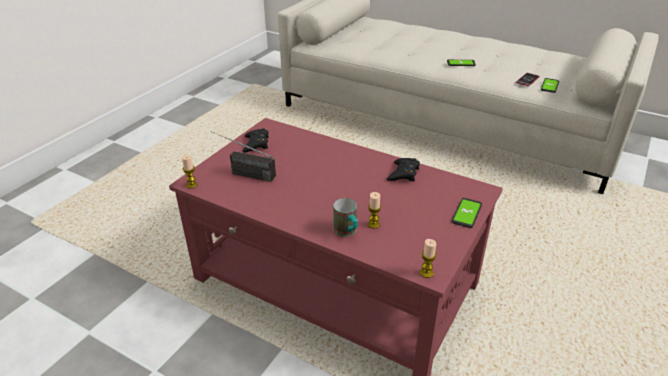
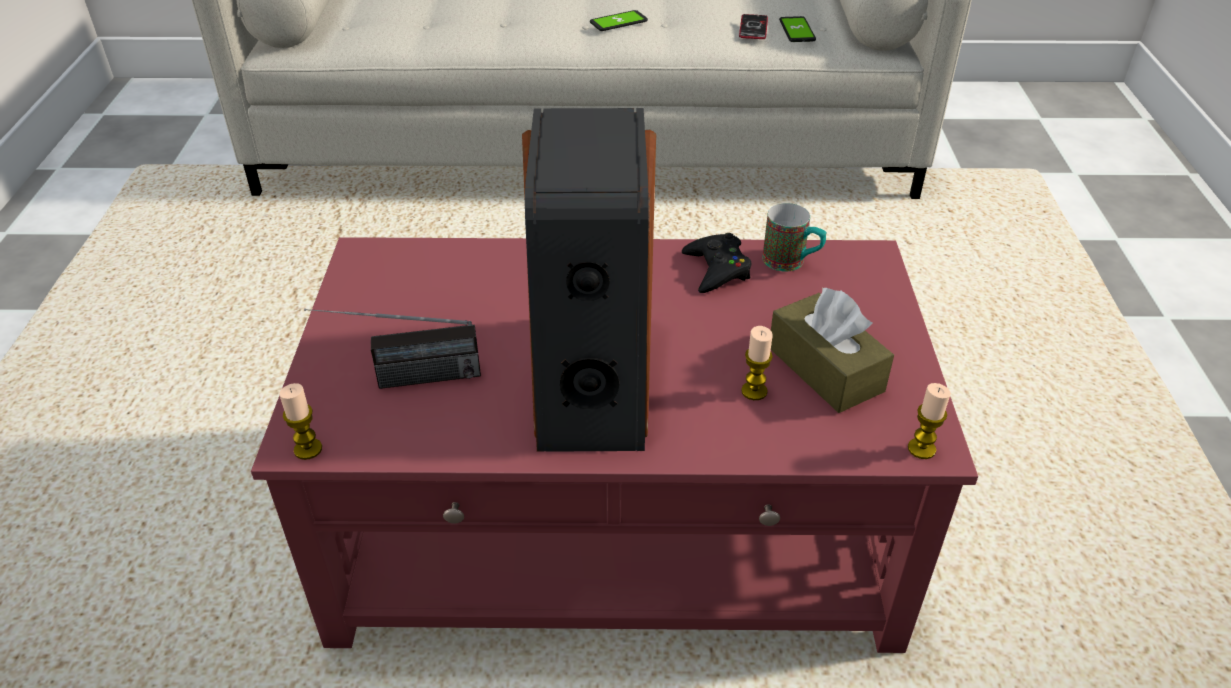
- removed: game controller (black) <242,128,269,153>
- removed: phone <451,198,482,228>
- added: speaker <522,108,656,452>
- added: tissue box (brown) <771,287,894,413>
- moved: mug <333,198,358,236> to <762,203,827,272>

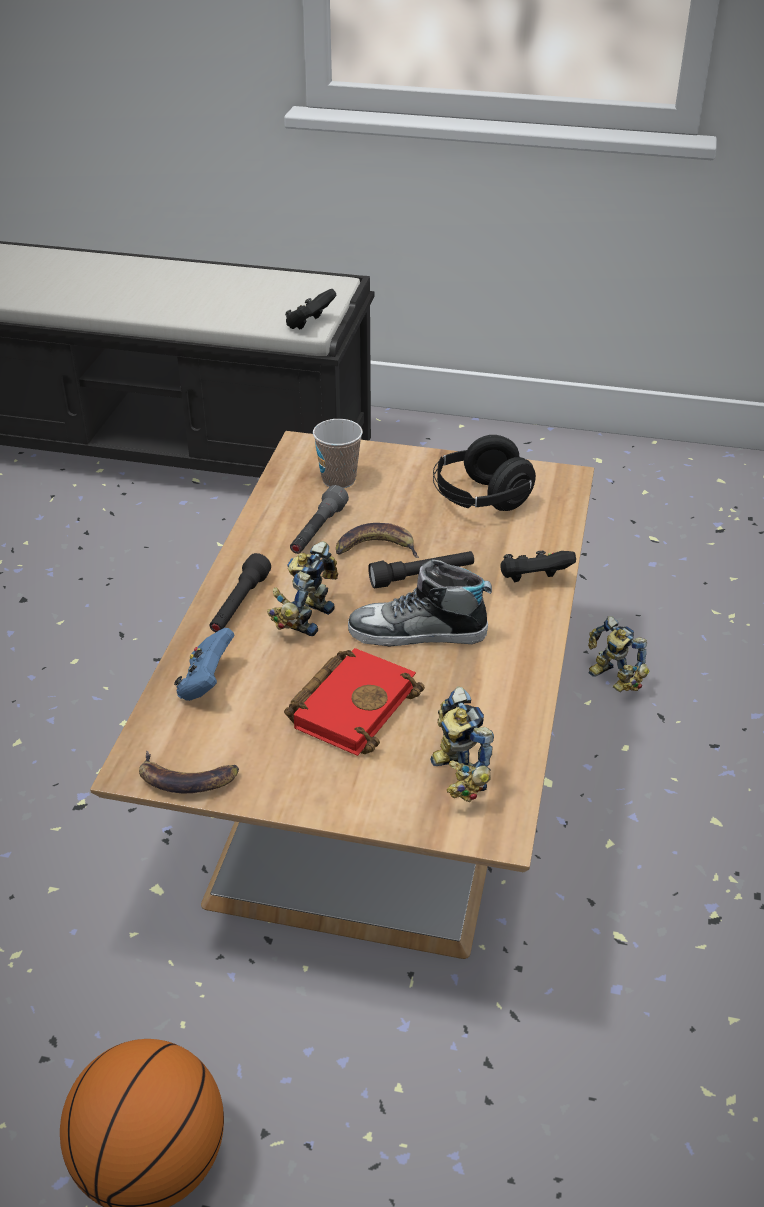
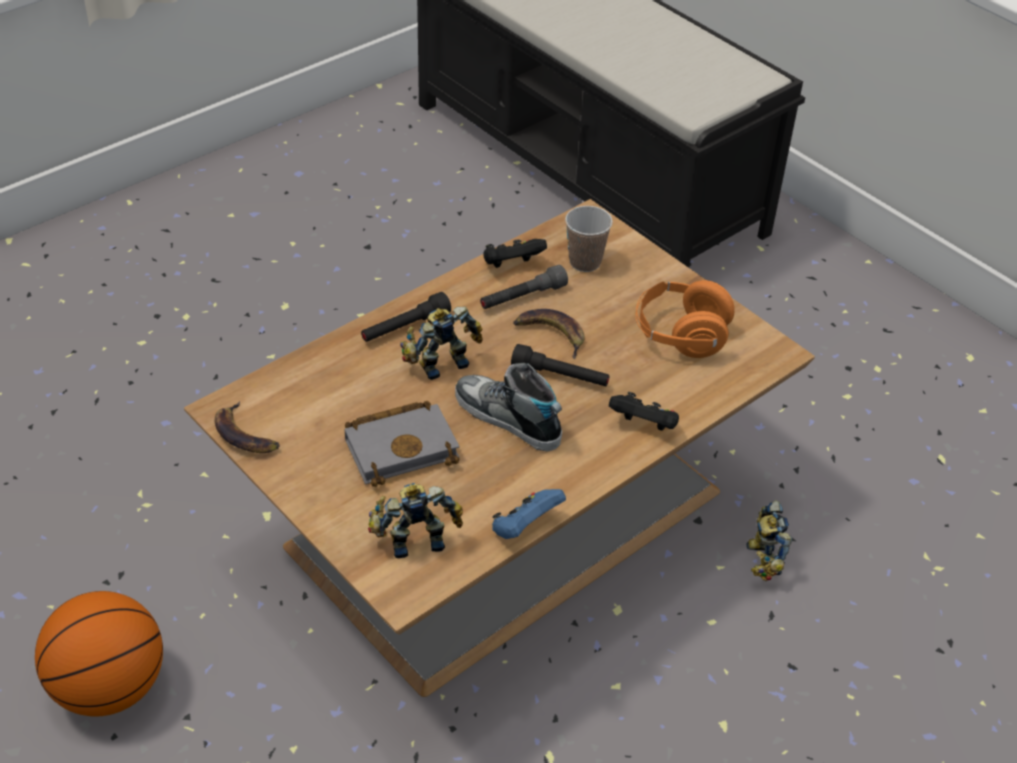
- moved: game controller (blue) <174,628,235,701> to <492,489,566,539>
- moved: game controller (black) <285,289,336,330> to <483,239,547,268>
- recoloured: book (red) <284,648,425,756> to book (grey) <345,401,459,487>
- recoloured: headphones (black) <433,435,536,511> to headphones (orange) <635,280,734,358>
- turned: toy robot <430,686,494,802> = <368,483,463,558> 60 degrees clockwise

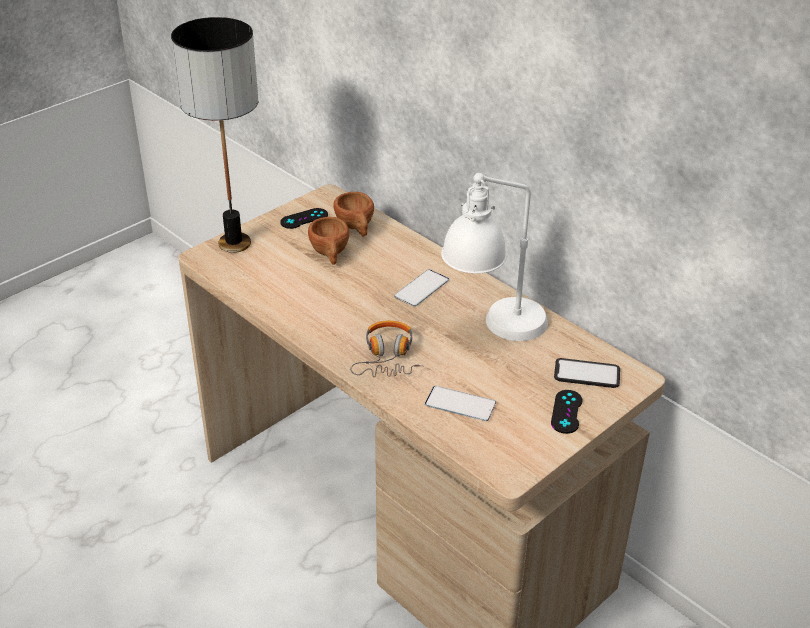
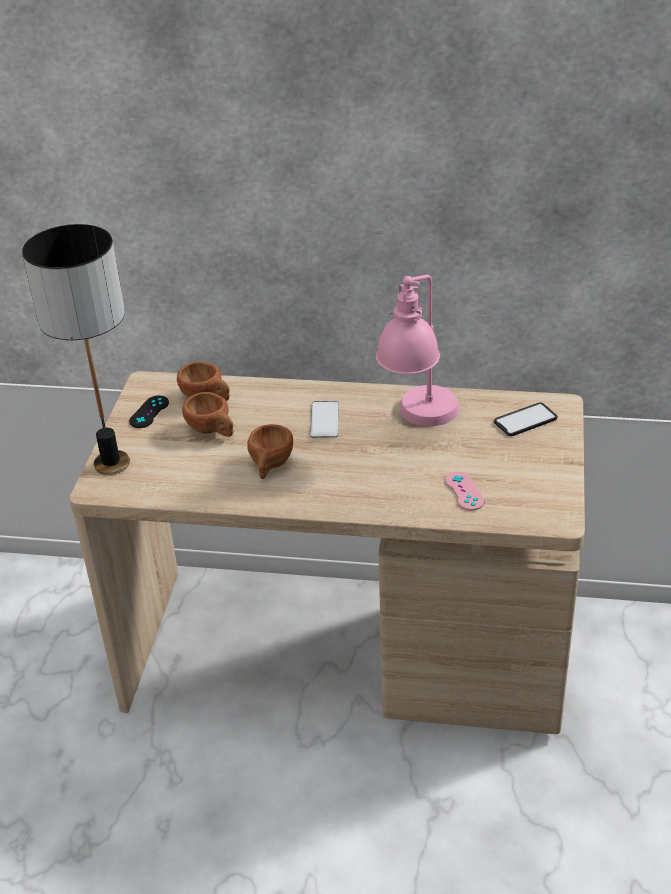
- removed: headphones <350,321,423,377>
- removed: game controller (black) <551,390,583,434>
- added: cup (brown) <247,424,293,479>
- replaced: phone <425,386,496,421> to game controller (pink) <445,472,484,511>
- recoloured: table lamp (white) <441,173,548,341> to table lamp (pink) <376,275,459,426>

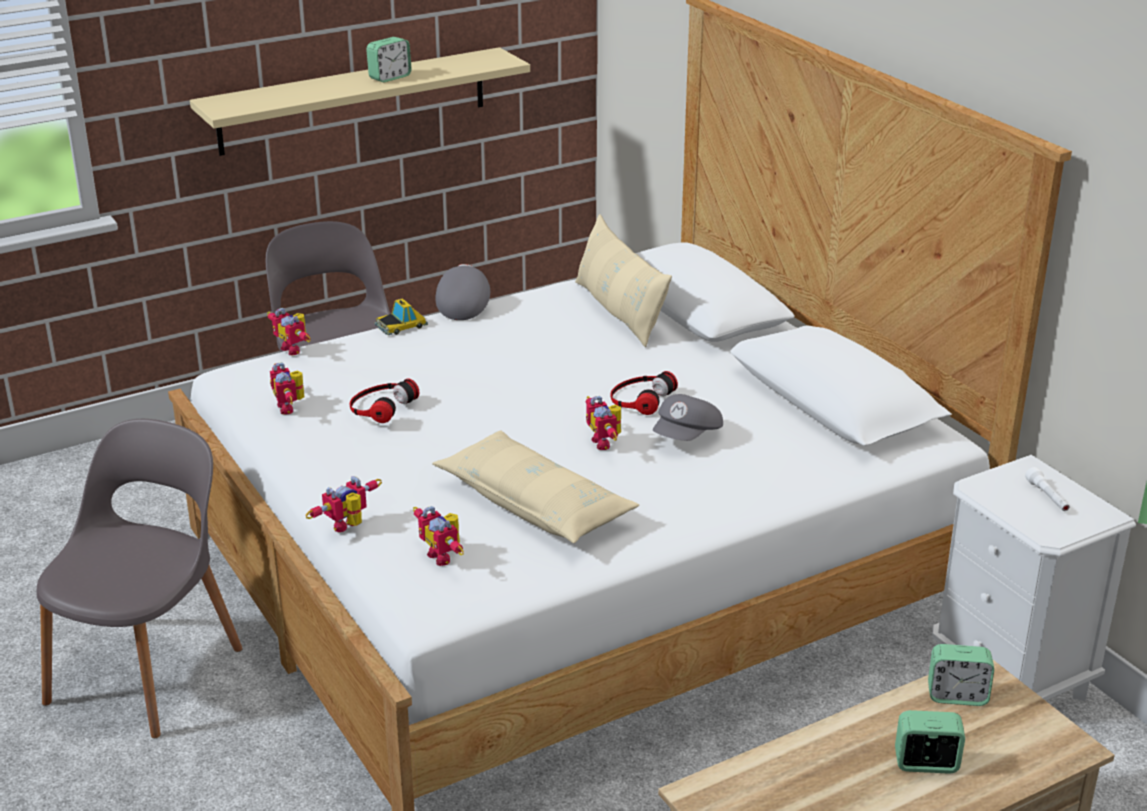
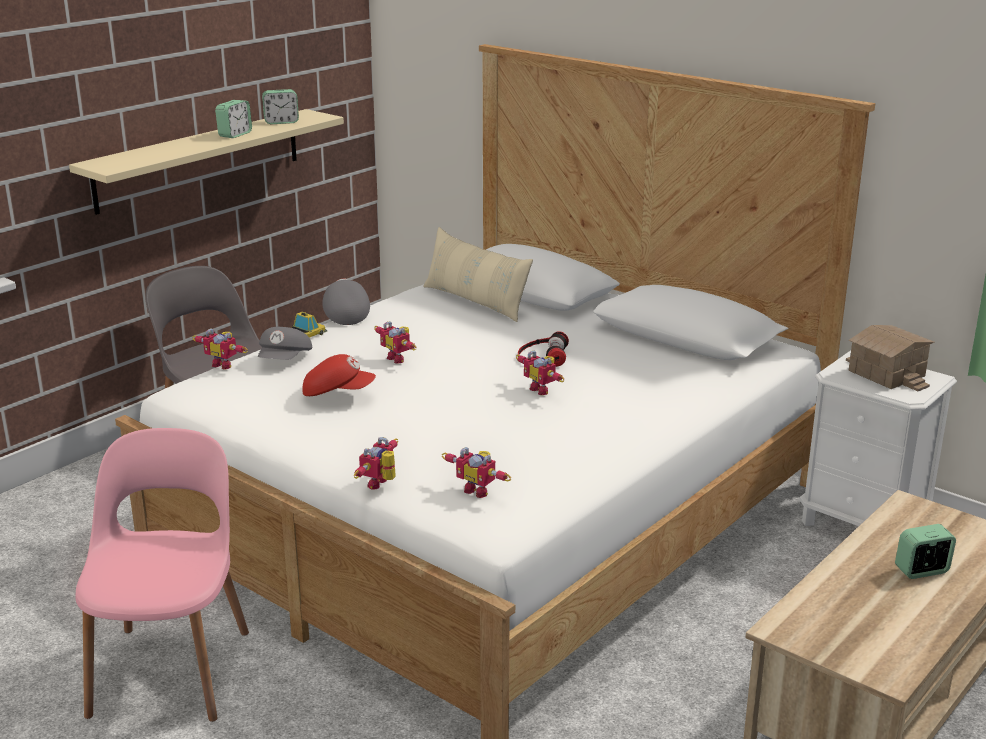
- removed: pillow (beige) <432,431,639,543>
- moved: toy robot <270,362,304,414> to <374,321,416,364>
- moved: cap (grey) <653,394,723,441> to <258,327,312,360>
- moved: alarm clock <928,644,994,706> to <262,89,299,124>
- replaced: headphones <350,379,419,423> to cap (red) <302,354,376,396>
- replaced: flashlight (white) <1025,467,1070,511> to toy house <846,325,935,391>
- recoloured: chair (grey) <36,419,243,738> to chair (pink) <75,428,249,722>

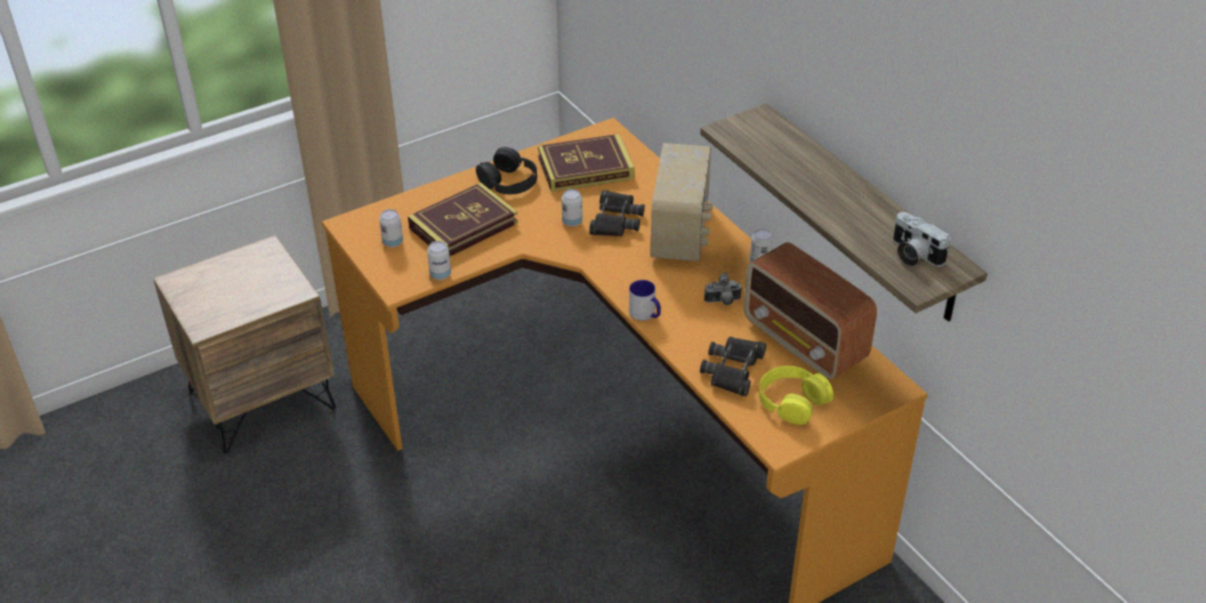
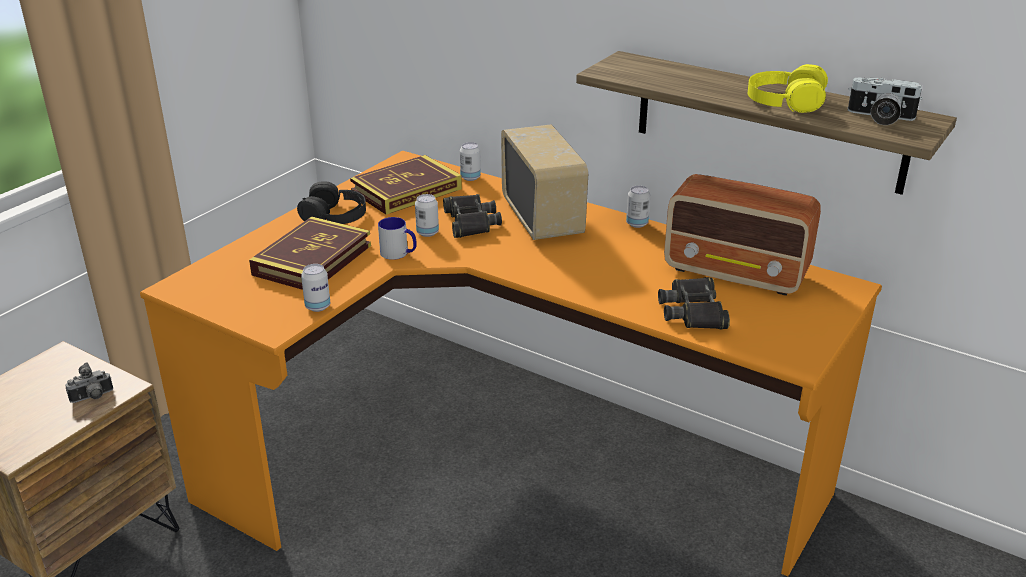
- moved: can <379,209,403,247> to <460,142,481,181>
- moved: mug <629,280,661,321> to <378,217,417,260>
- moved: photo camera <704,272,742,305> to <65,362,113,403>
- moved: headphones (yellow) <759,366,834,425> to <748,64,828,113>

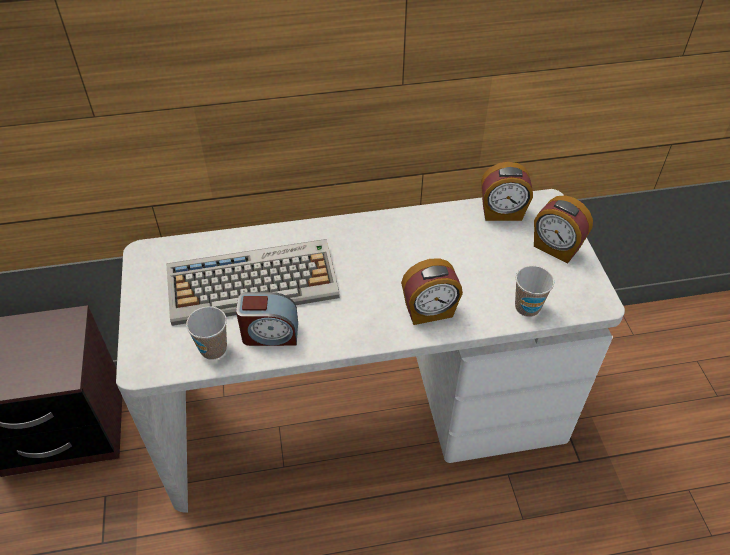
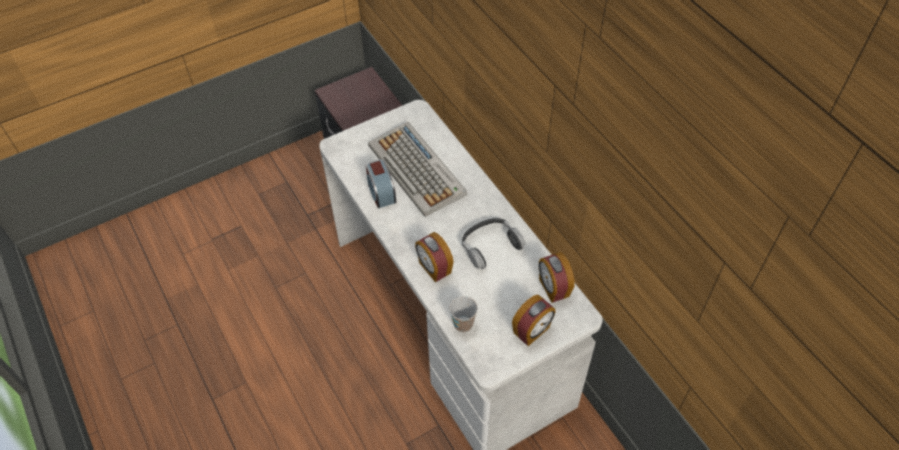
- removed: cup <186,306,227,360>
- added: headphones <462,218,525,269>
- turned: alarm clock <534,195,593,263> = <512,295,555,346> 150 degrees counterclockwise

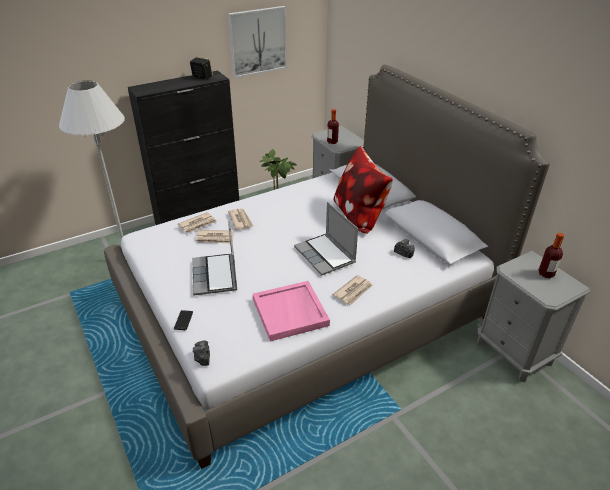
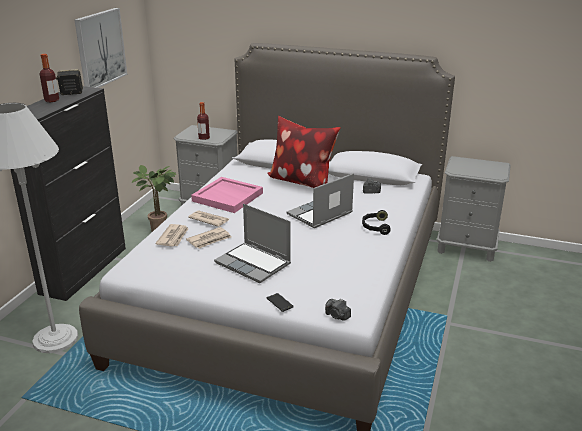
- moved: tray (pink) <253,281,330,342> to <191,177,263,213>
- moved: bottle <539,233,564,278> to <40,54,59,102>
- replaced: newspaper <333,275,373,305> to headphones (black) <362,210,391,235>
- turned: laptop <294,202,358,275> = <286,173,354,228> 120 degrees clockwise

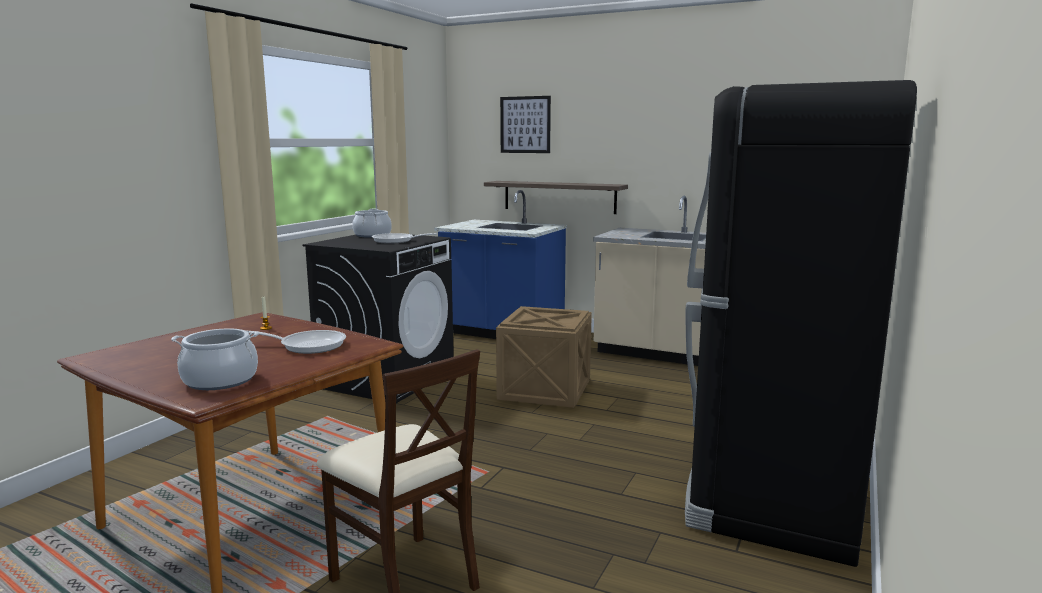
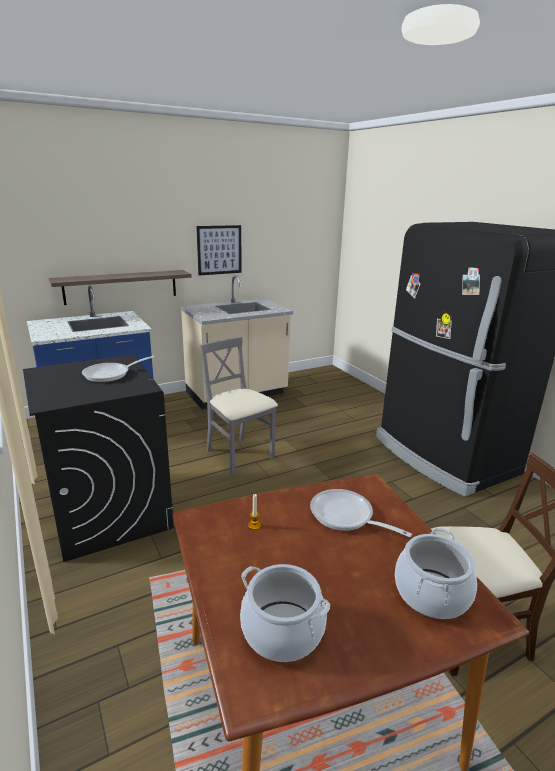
- moved: cooking pot <352,209,392,238> to <240,564,330,662>
- moved: picture <500,96,551,153> to <196,225,242,275>
- replaced: crate <496,306,592,408> to chair (grey) <200,337,278,475>
- turned: frying pan <245,330,346,354> = <310,489,412,537> 90 degrees counterclockwise

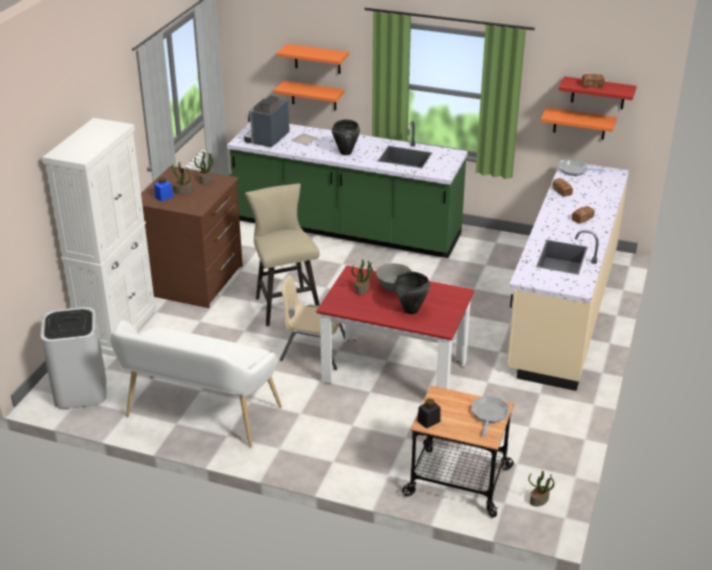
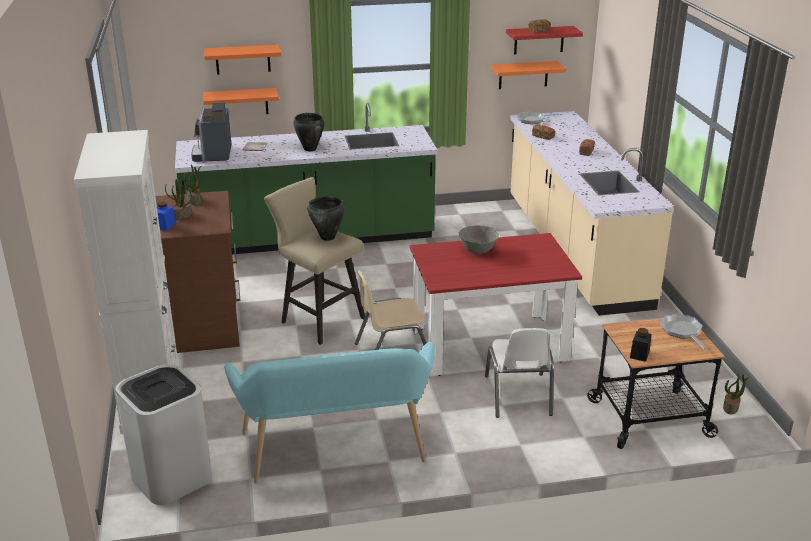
- removed: potted plant <351,259,373,295>
- added: chair (white) <485,328,554,418>
- moved: cooking pot (black) <394,271,430,314> to <308,196,345,241>
- recoloured: bench (white) <110,320,282,447> to bench (turquoise) <224,342,435,483>

